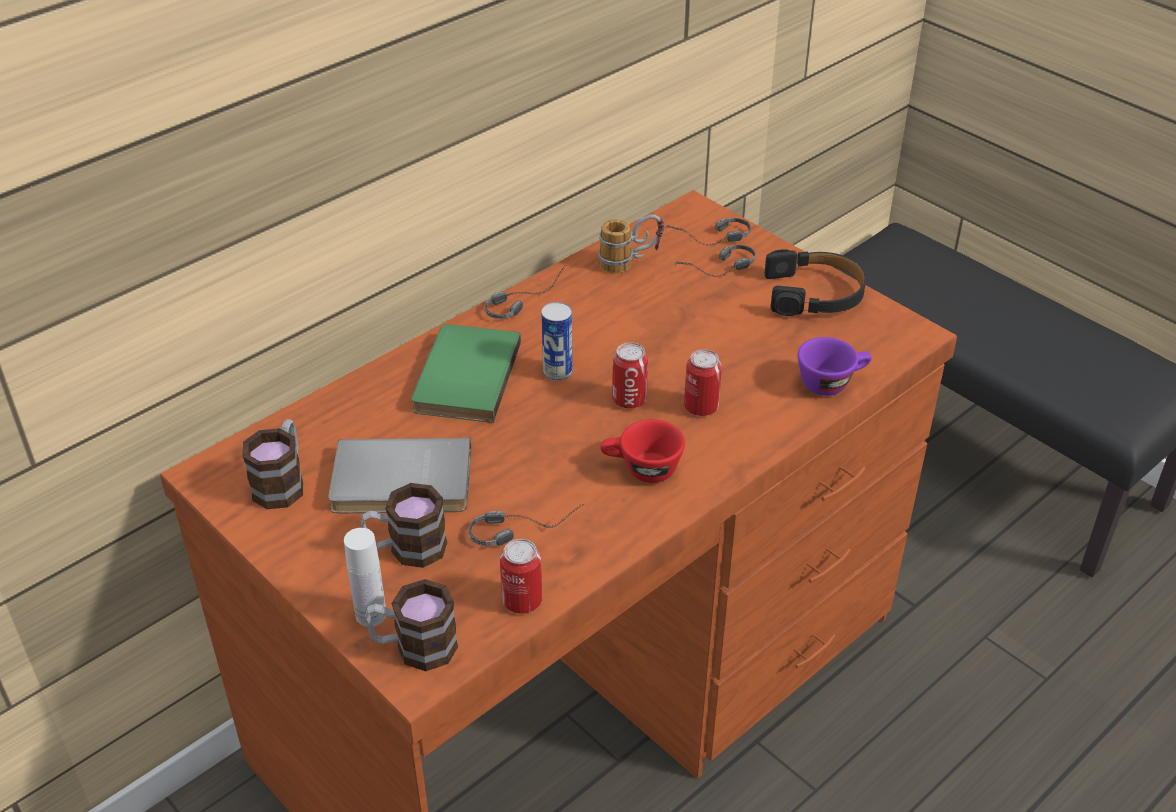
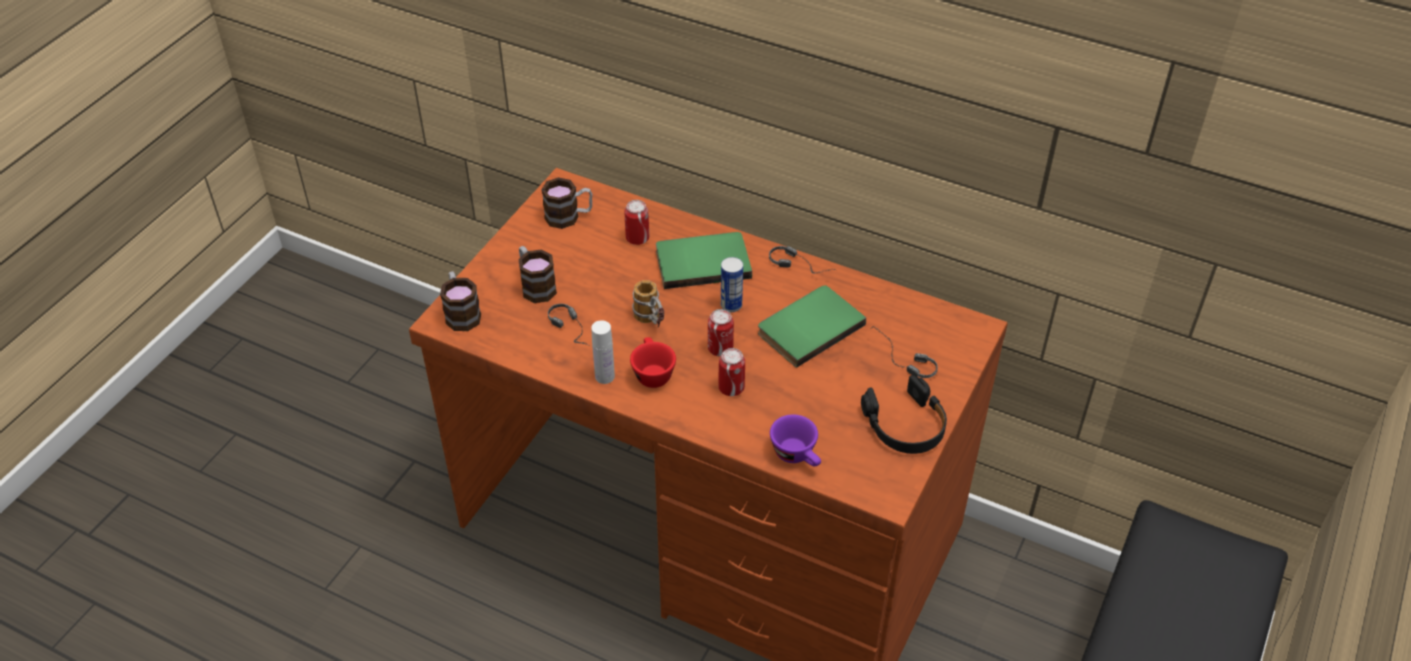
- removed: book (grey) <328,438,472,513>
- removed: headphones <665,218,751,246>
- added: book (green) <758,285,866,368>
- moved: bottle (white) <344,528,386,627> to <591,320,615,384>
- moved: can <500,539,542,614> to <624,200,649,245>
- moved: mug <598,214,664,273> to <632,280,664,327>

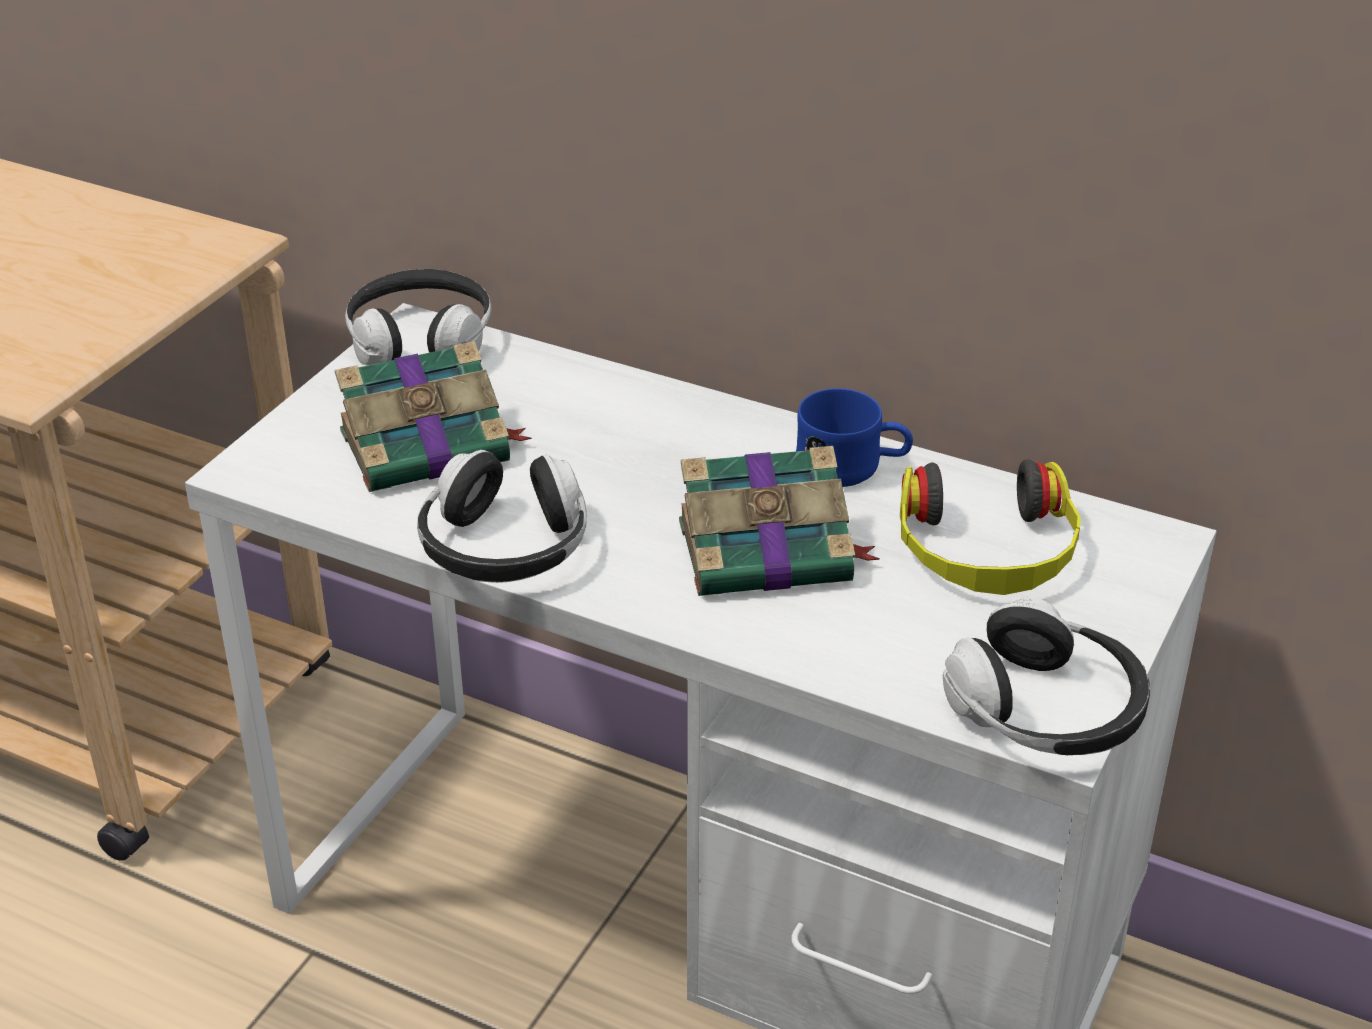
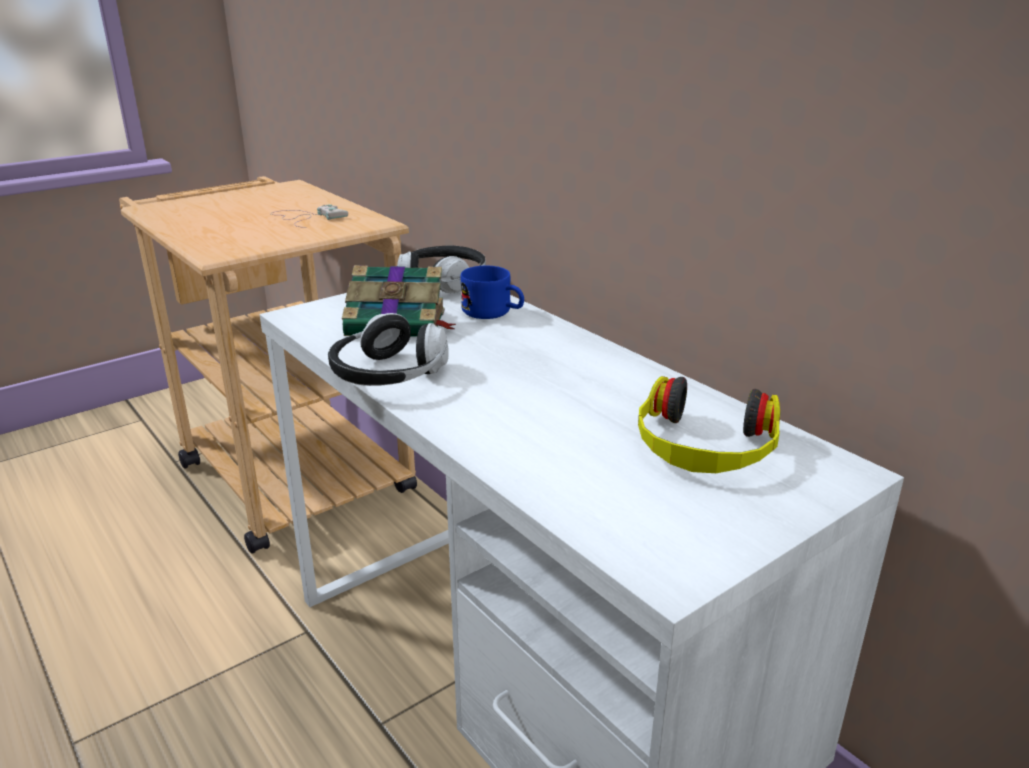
- removed: book <679,446,880,596>
- removed: headphones <943,597,1150,755>
- added: game controller (white) <271,204,348,228>
- moved: mug (blue) <796,388,913,487> to <461,266,524,319>

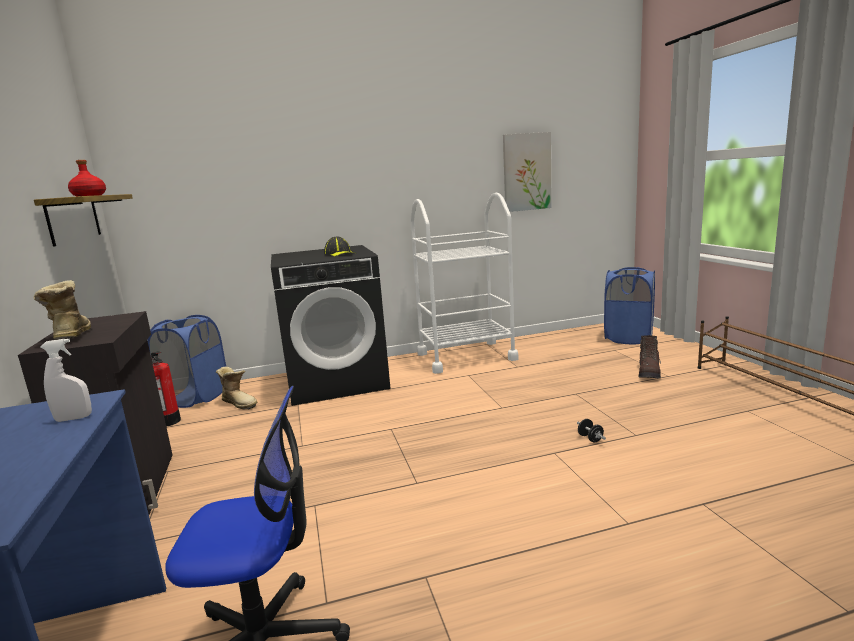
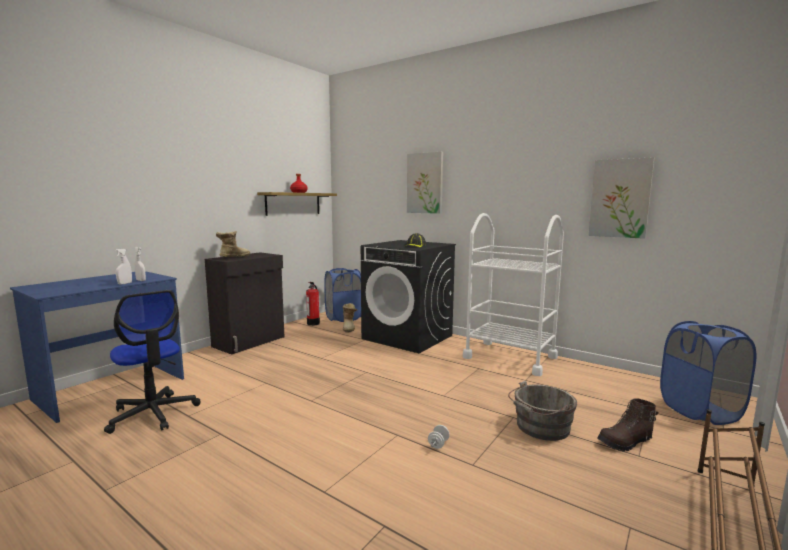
- added: spray bottle (white) <115,248,132,285>
- added: picture <407,152,443,214>
- added: bucket (grey) <508,381,577,441>
- recoloured: dumbbell (black) <577,419,606,442> to dumbbell (white) <428,425,450,449>

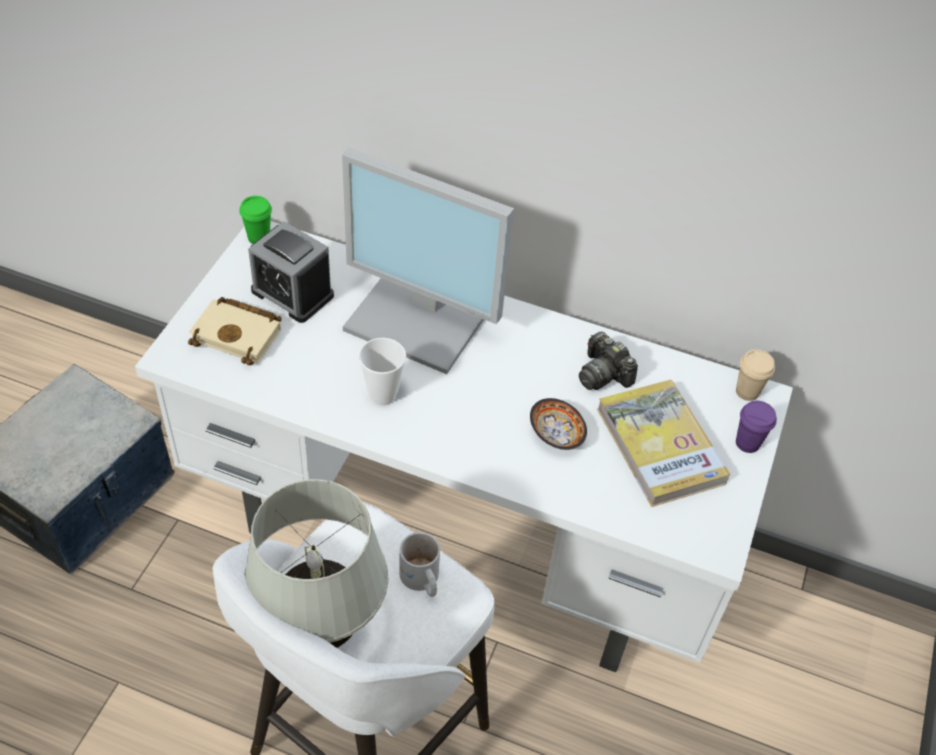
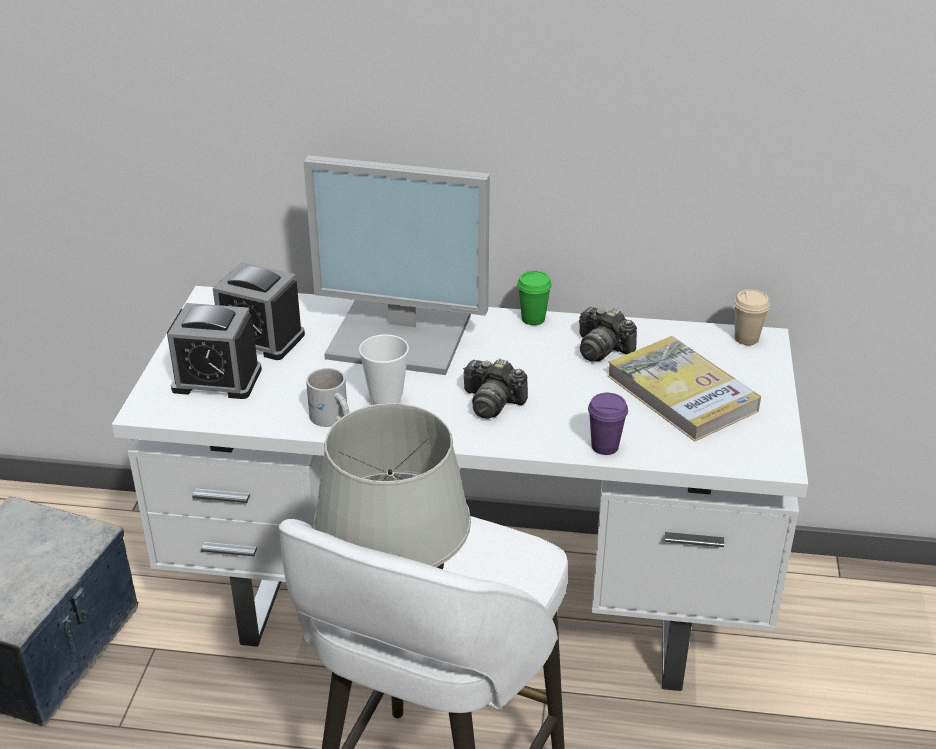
- removed: bowl <530,398,587,450>
- added: photo camera <463,359,528,419>
- moved: cup (green) <239,196,272,244> to <517,271,552,325>
- moved: mug (white) <399,532,440,597> to <306,368,349,427>
- moved: cup (purple) <736,401,777,453> to <588,393,628,455>
- replaced: book (beige) <188,297,282,365> to alarm clock <167,303,262,399>

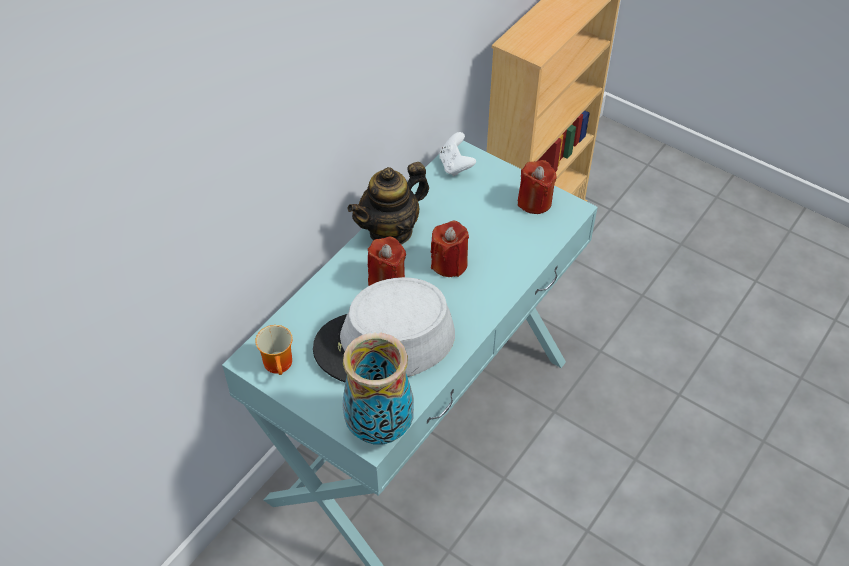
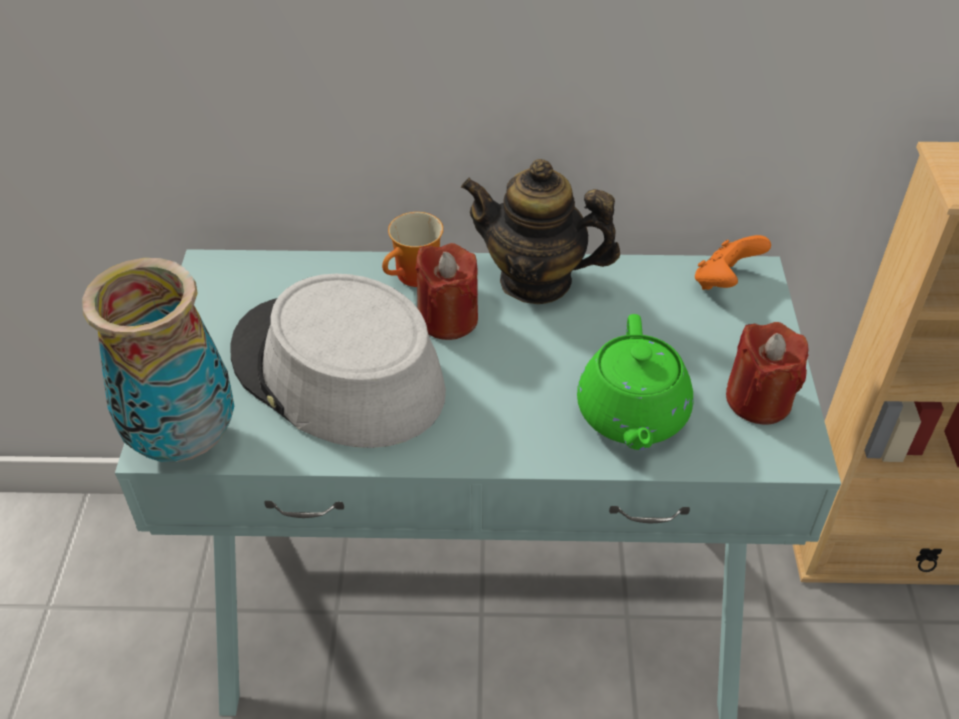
- removed: candle (red) <431,220,469,277>
- added: teapot (green) <577,314,693,450>
- moved: mug <255,325,293,375> to <382,212,443,287>
- recoloured: game controller (white) <439,132,476,176> to game controller (orange) <695,235,771,290>

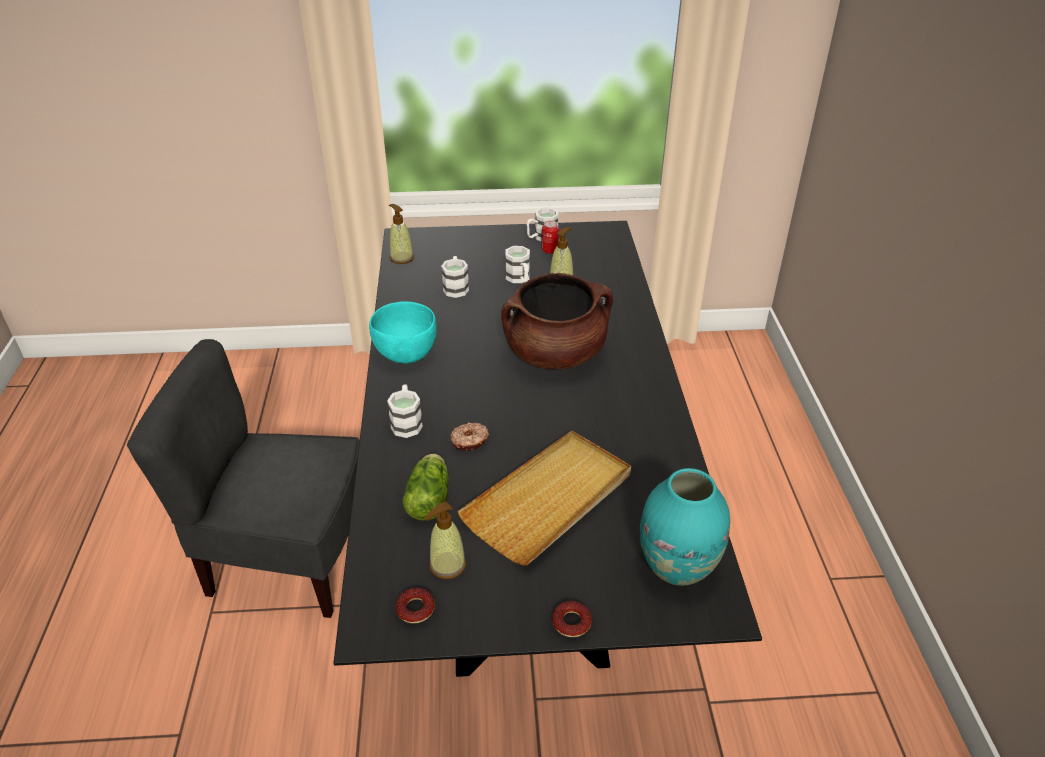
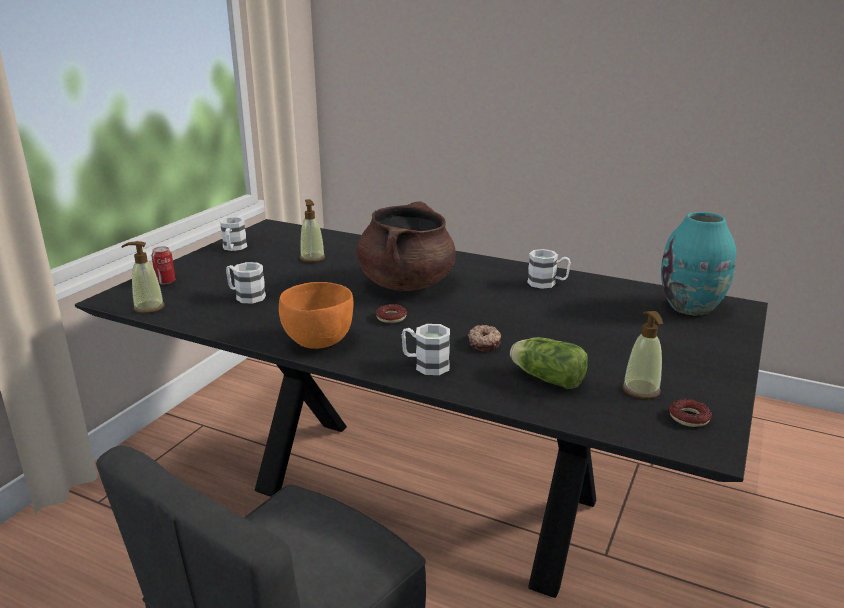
- removed: tray (beige) <457,431,631,565>
- moved: mug (white) <505,246,530,283> to <527,249,571,289>
- moved: can <542,220,559,254> to <151,246,176,285>
- moved: donut <552,601,592,637> to <376,304,407,323>
- recoloured: bowl (turquoise) <369,301,437,364> to bowl (orange) <279,282,353,349>

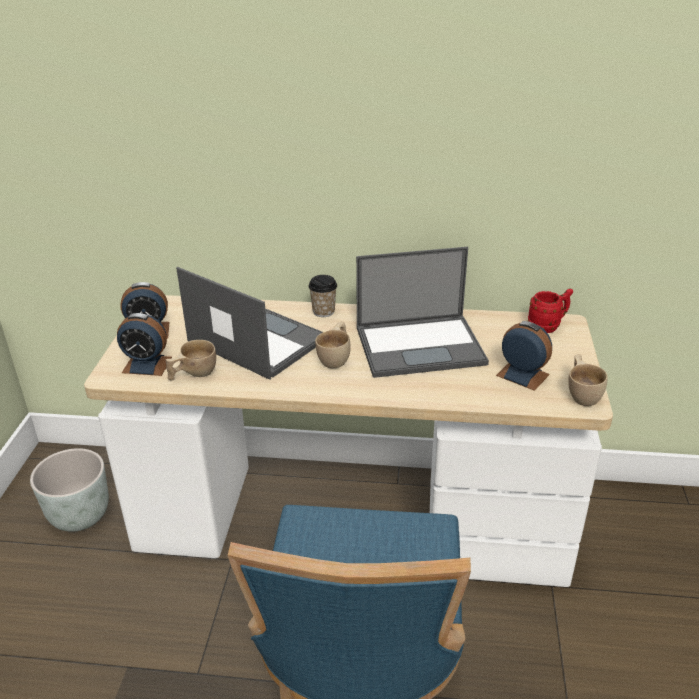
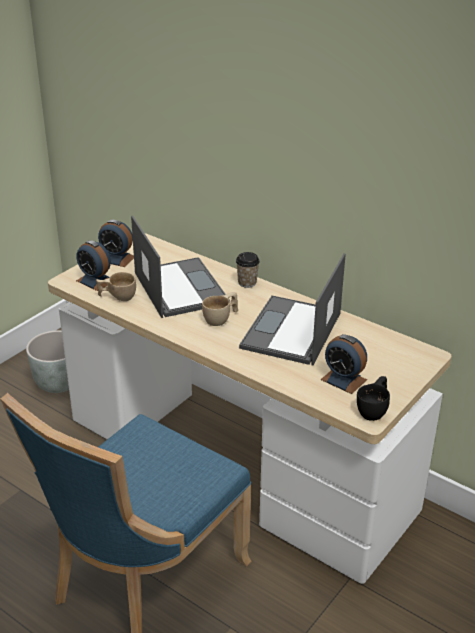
- removed: mug (red) <528,289,573,333>
- recoloured: cup (beige) <568,354,608,406> to cup (black) <357,376,390,421>
- turned: laptop <356,247,489,378> = <239,253,346,366> 90 degrees clockwise
- turned: alarm clock <496,321,552,391> = <321,334,367,394> 150 degrees clockwise

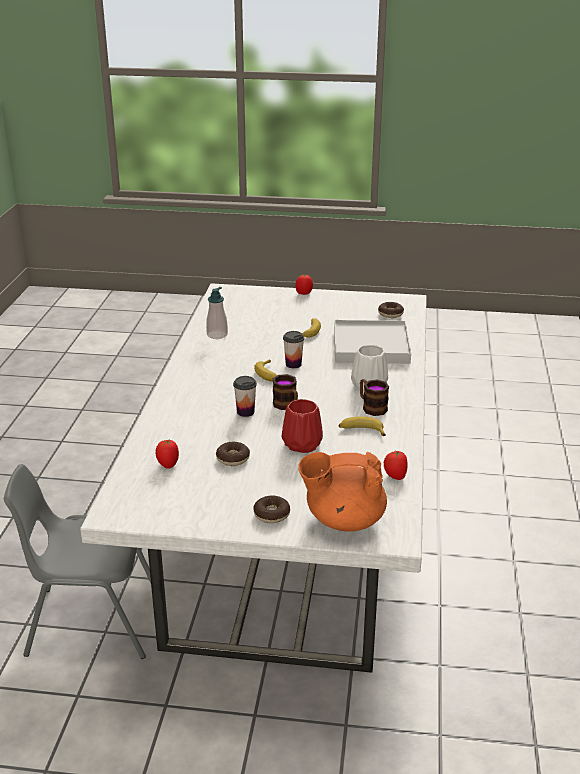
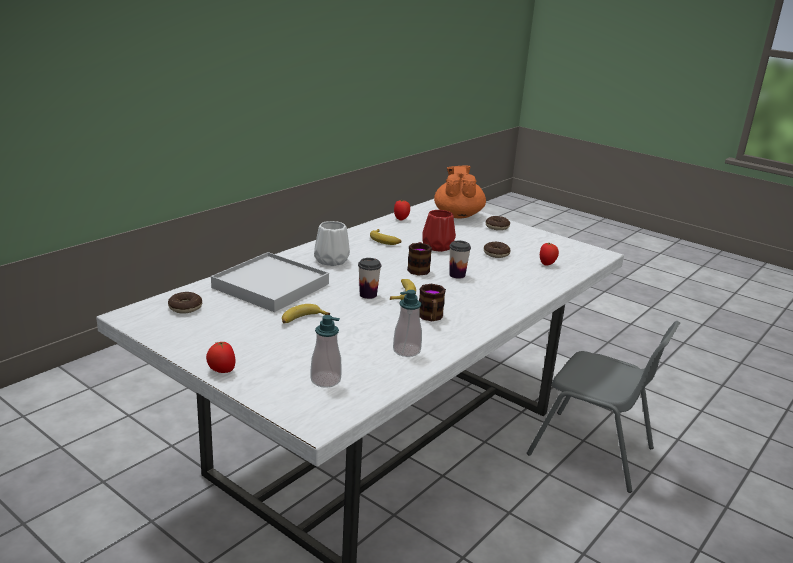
- added: soap dispenser <311,315,342,388>
- moved: mug <360,379,389,416> to <419,284,446,321>
- turned: teapot (orange) <298,452,387,532> = <434,166,486,218> 120 degrees counterclockwise

